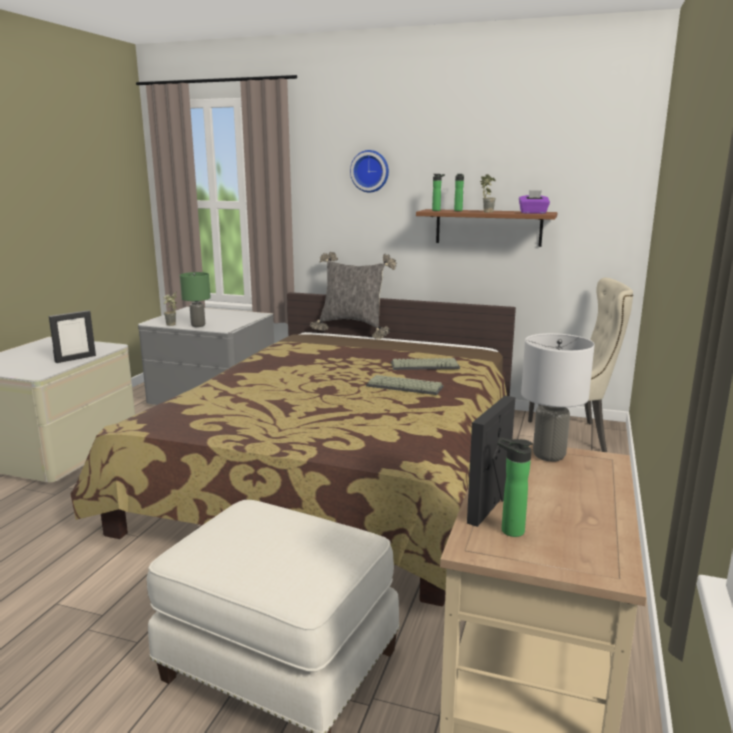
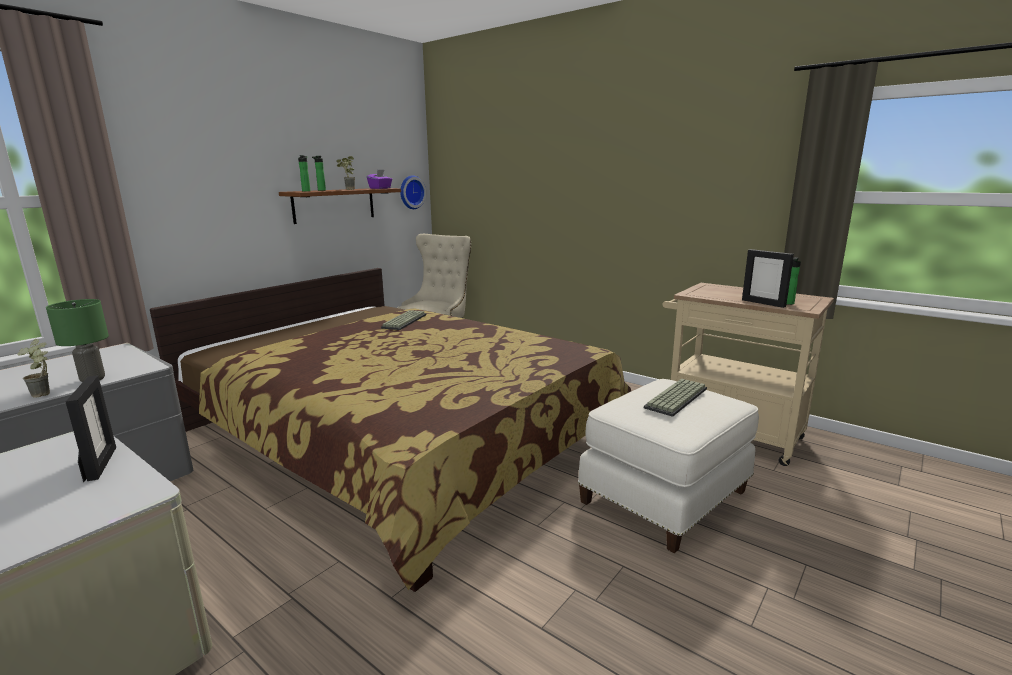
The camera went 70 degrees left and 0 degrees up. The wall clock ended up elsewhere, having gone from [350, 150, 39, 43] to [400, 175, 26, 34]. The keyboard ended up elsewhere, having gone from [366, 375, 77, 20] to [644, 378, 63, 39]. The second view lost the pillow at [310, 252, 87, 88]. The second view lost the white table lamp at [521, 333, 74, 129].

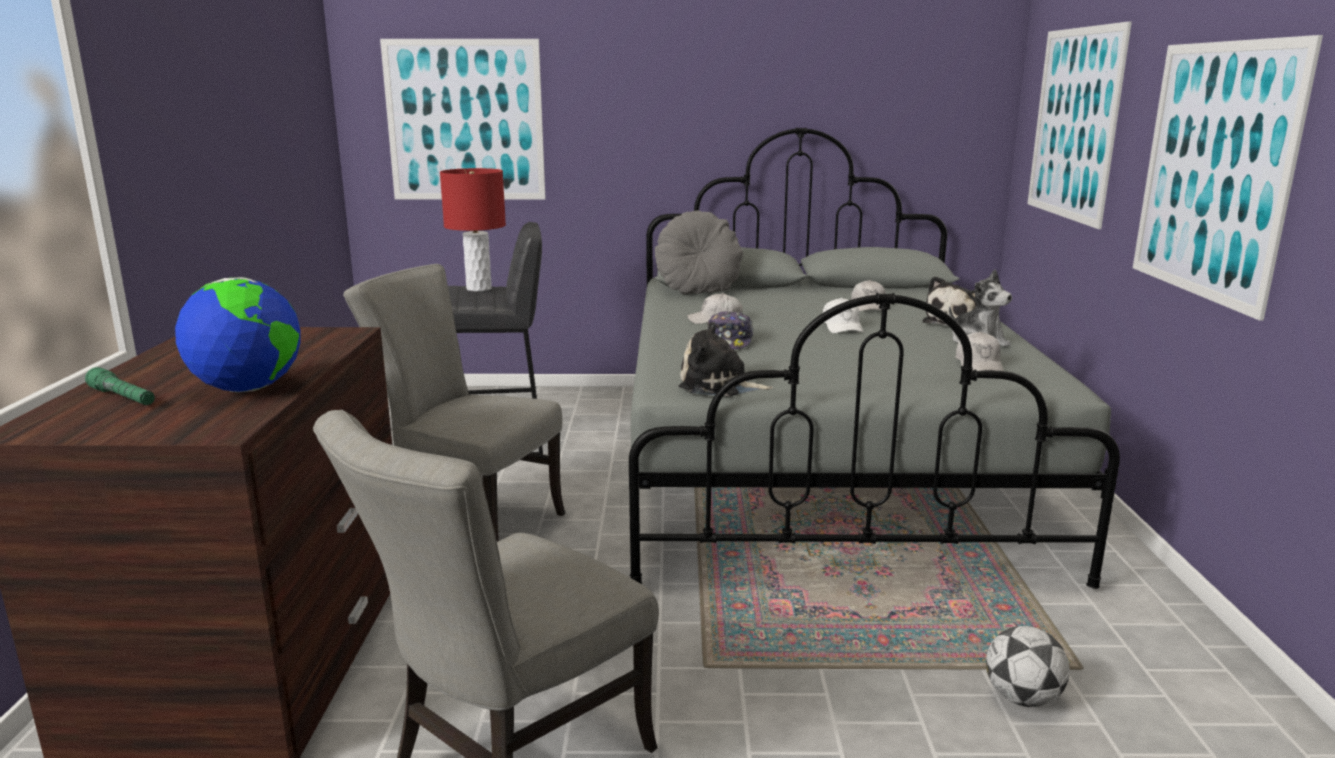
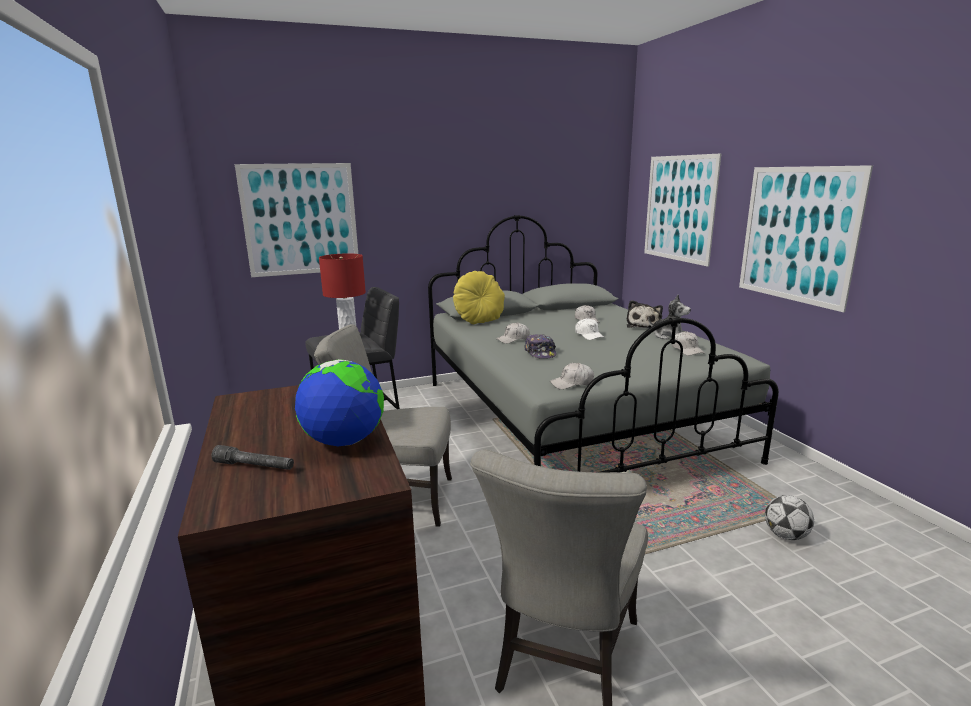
The camera went 20 degrees left and 0 degrees up. What was the green flashlight at [85, 367, 70, 38] turned into the grey flashlight at [211, 445, 83, 25]. What was the grey pillow at [655, 211, 88, 84] turned into the yellow pillow at [453, 271, 52, 53]. Where the plush toy stood at [679, 322, 94, 75], the white cap came to stand at [550, 363, 44, 26].

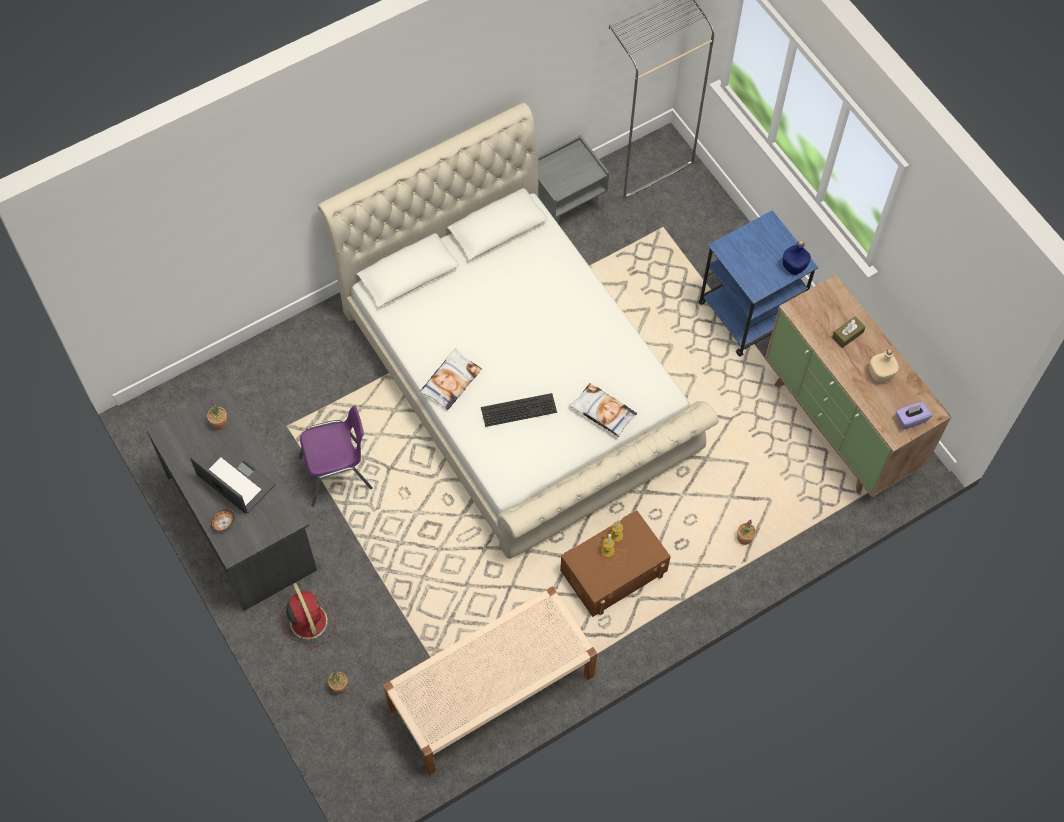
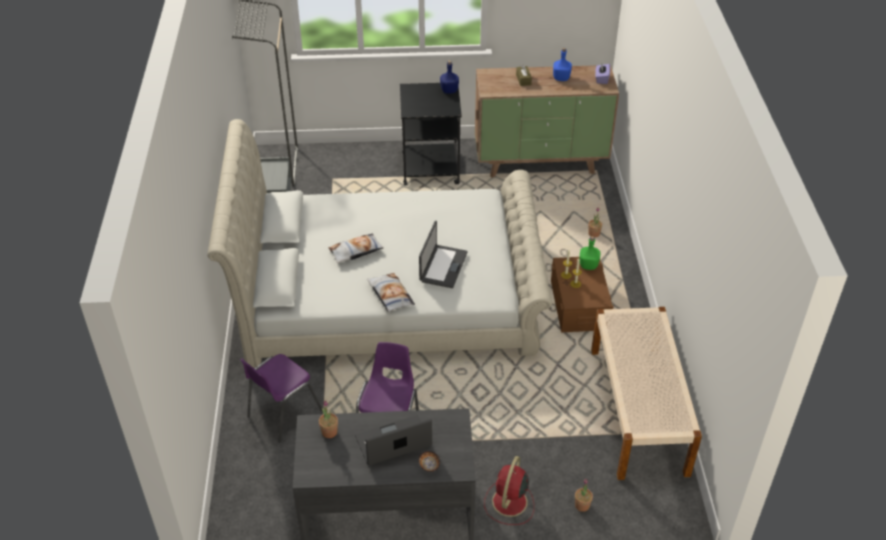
The camera went 60 degrees left and 20 degrees down. The second view gained the purple chair at [240, 354, 83, 89]. The pillow ended up elsewhere, having gone from [569, 383, 68, 54] to [328, 233, 56, 30]. What was the blue cart at [698, 210, 120, 146] turned into the black cart at [400, 83, 62, 102]. Where the keyboard stood at [481, 393, 76, 34], the laptop came to stand at [419, 221, 49, 67]. The red fan at [279, 583, 57, 67] ended up facing another way, 75 degrees counterclockwise from before. What was the beige bottle at [869, 349, 30, 34] turned into the blue bottle at [553, 48, 19, 33]. The second view gained the green bottle at [580, 236, 20, 34].

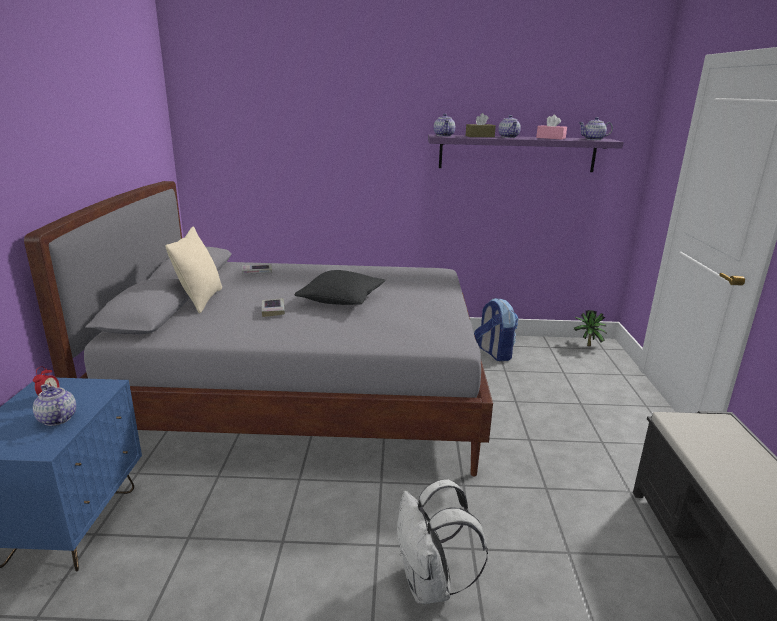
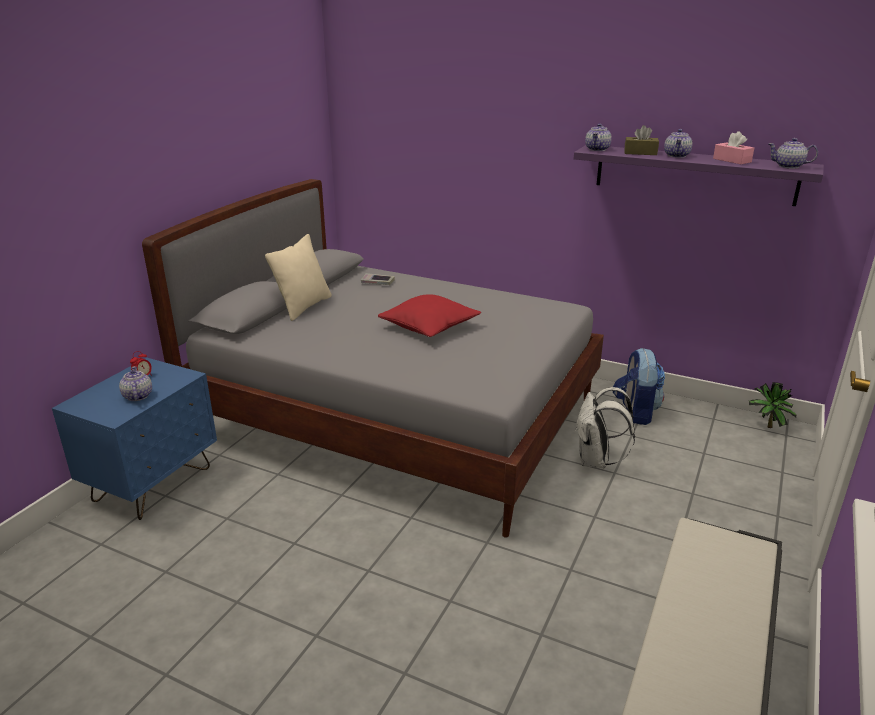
The camera went 25 degrees right and 5 degrees up. What was the black pillow at [295, 270, 90, 35] turned into the red pillow at [378, 294, 103, 43]. The white backpack ended up elsewhere, having gone from [397, 479, 91, 125] to [575, 387, 60, 81]. The second view lost the book at [261, 298, 24, 19].

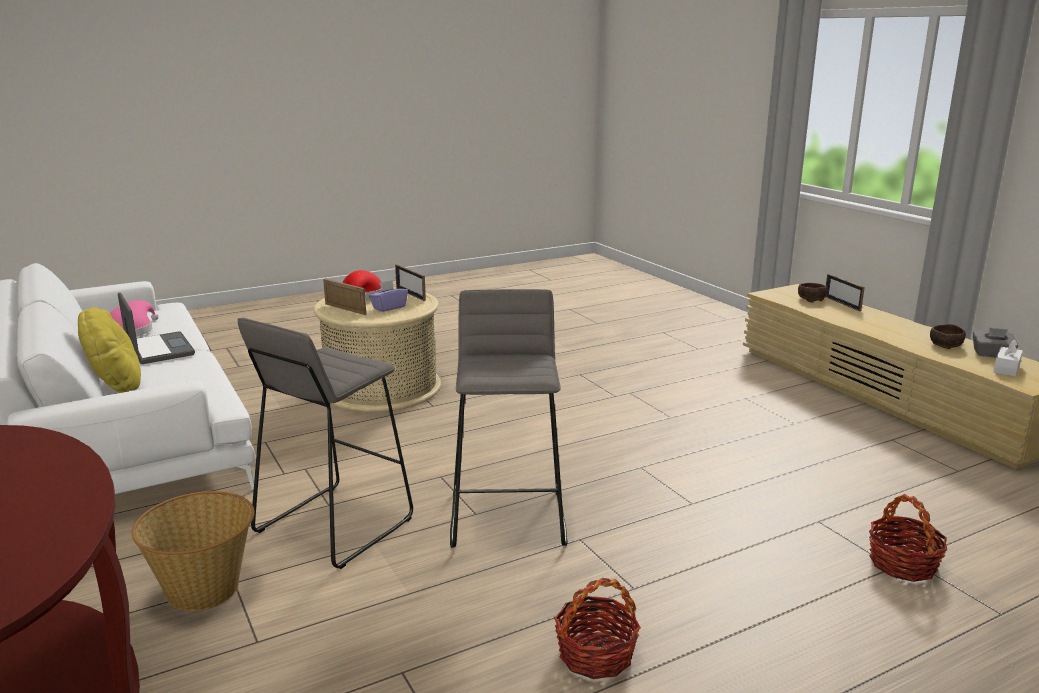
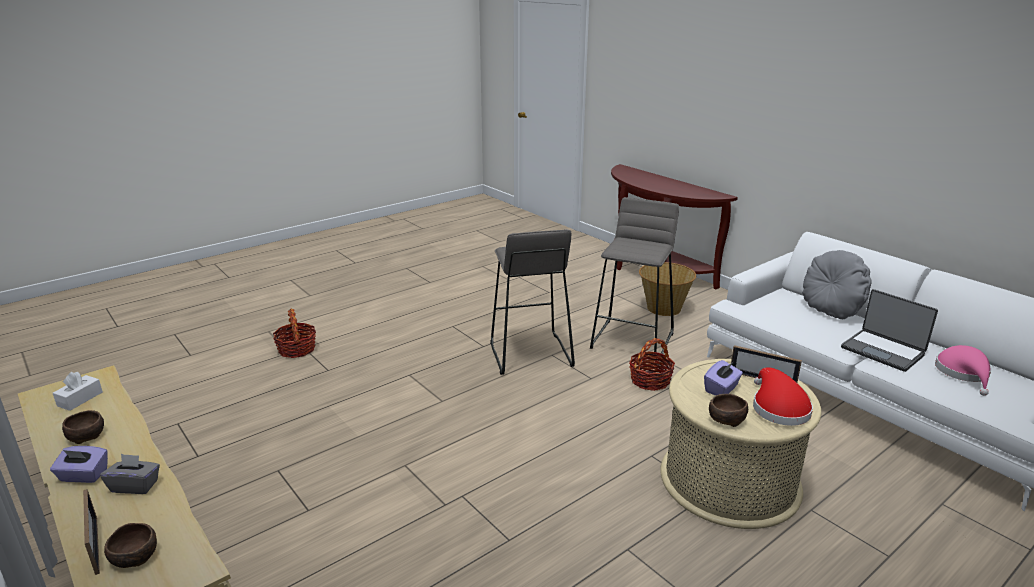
The camera went 170 degrees right and 5 degrees up. The second view gained the purple tissue box at [50, 446, 58, 37]. The grey tissue box ended up elsewhere, having gone from [973, 328, 45, 29] to [100, 454, 60, 40]. The basket ended up elsewhere, having gone from [554, 578, 87, 101] to [629, 338, 46, 53]. Where the picture frame stood at [395, 264, 31, 37], the brown bowl came to stand at [709, 394, 39, 33]. What was the yellow pillow at [78, 307, 63, 86] turned into the grey pillow at [802, 250, 70, 69].

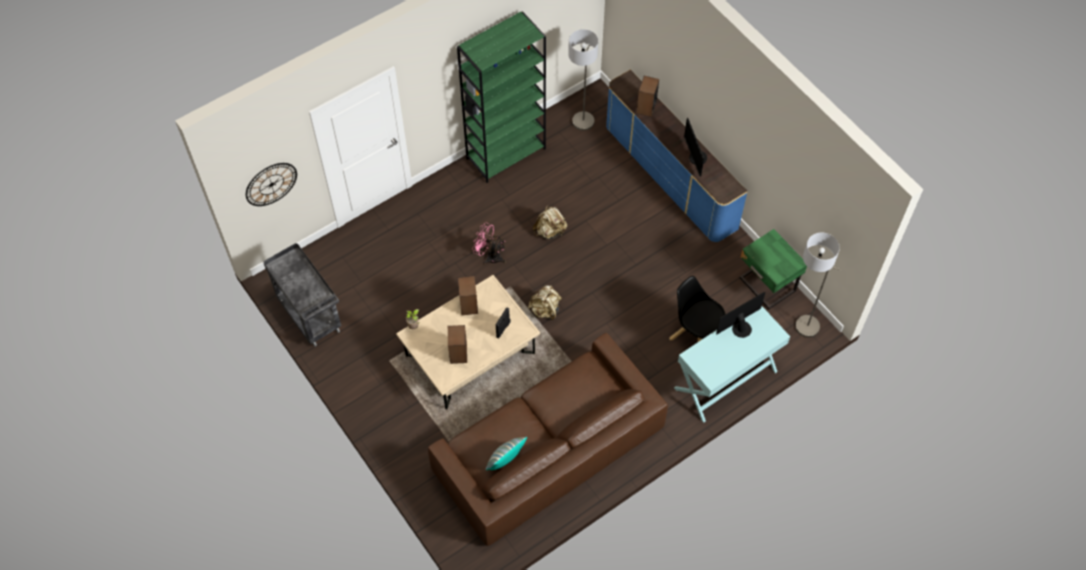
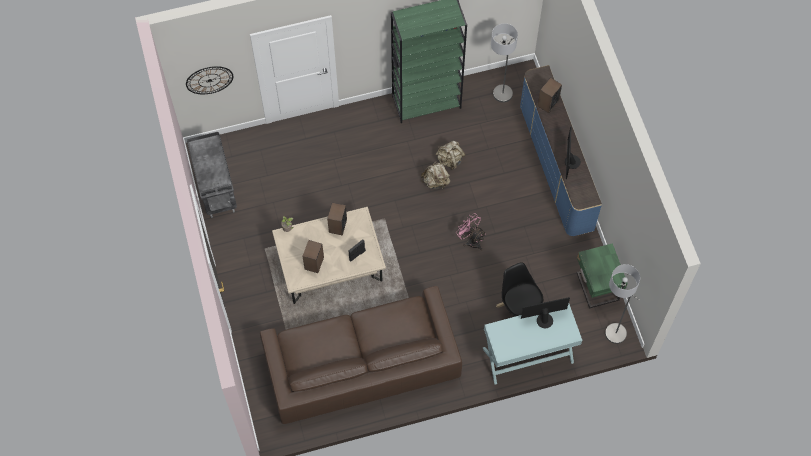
The camera went 20 degrees right and 5 degrees up. The beige backpack ended up elsewhere, having gone from [528, 285, 34, 35] to [436, 141, 30, 29]. The pink fan ended up elsewhere, having gone from [472, 223, 34, 42] to [456, 213, 30, 38]. The second view lost the pillow at [486, 437, 41, 33].

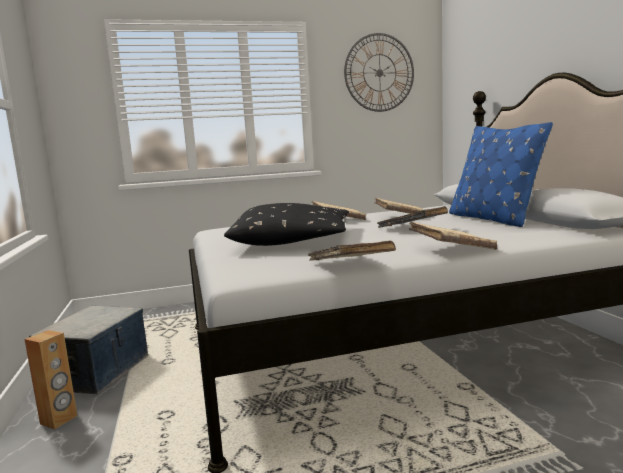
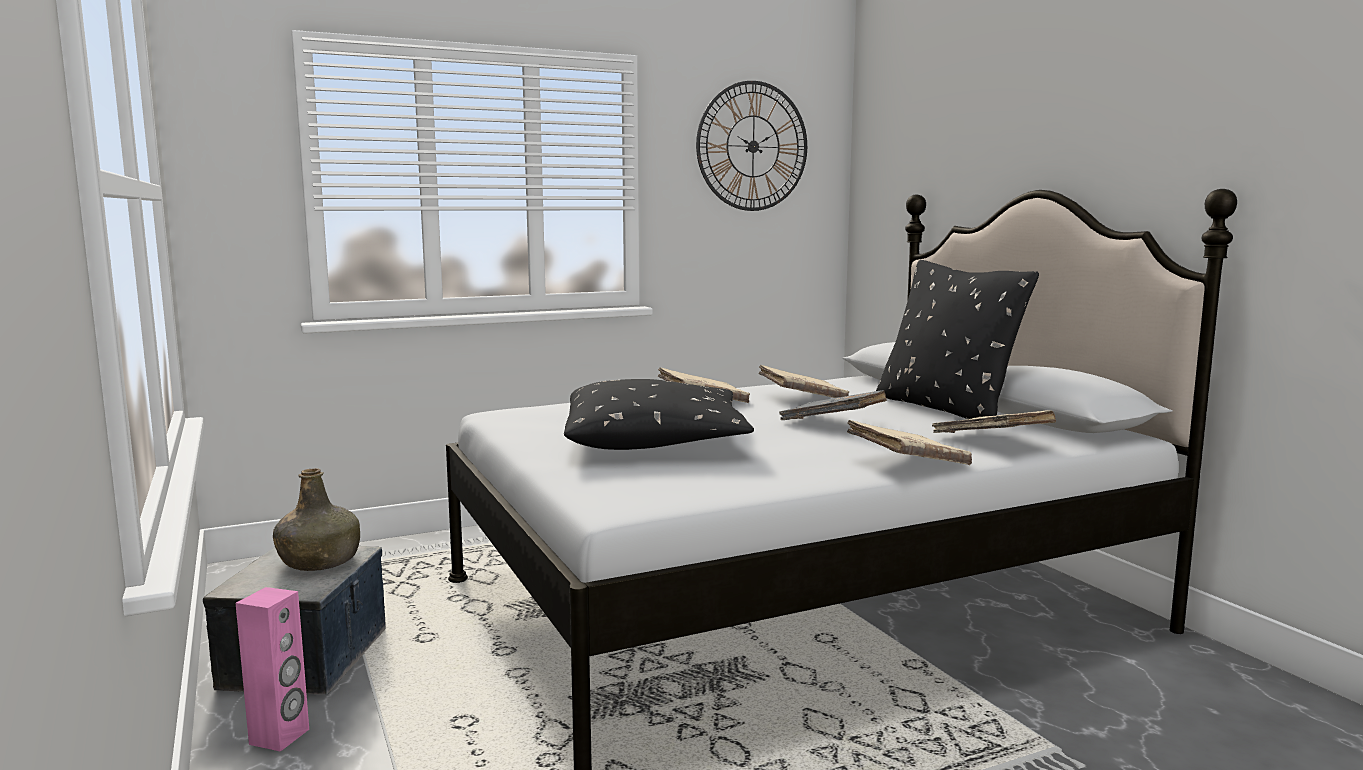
The camera went 10 degrees left and 0 degrees up. What was the brown speaker at [25, 330, 53, 99] turned into the pink speaker at [236, 587, 73, 165]. The second view gained the green bottle at [273, 468, 87, 103]. What was the blue pillow at [449, 122, 104, 105] turned into the black pillow at [876, 260, 163, 159]. The beige book ended up elsewhere, having gone from [308, 240, 88, 21] to [932, 410, 124, 23].

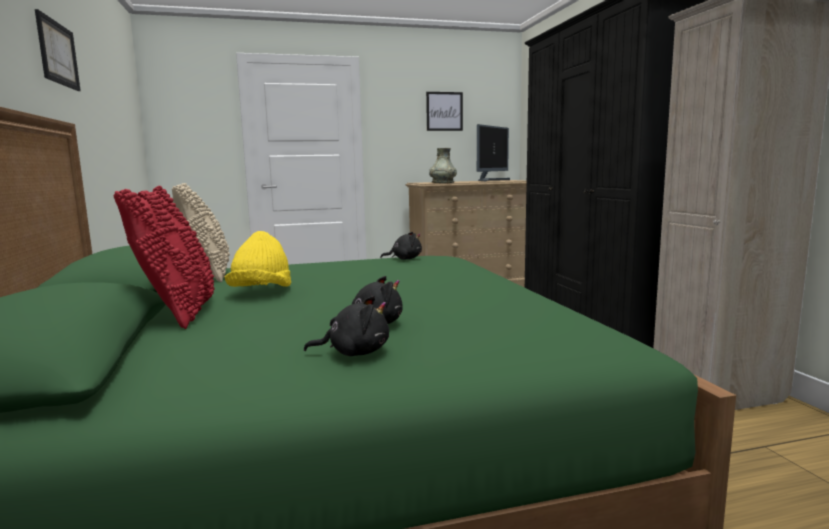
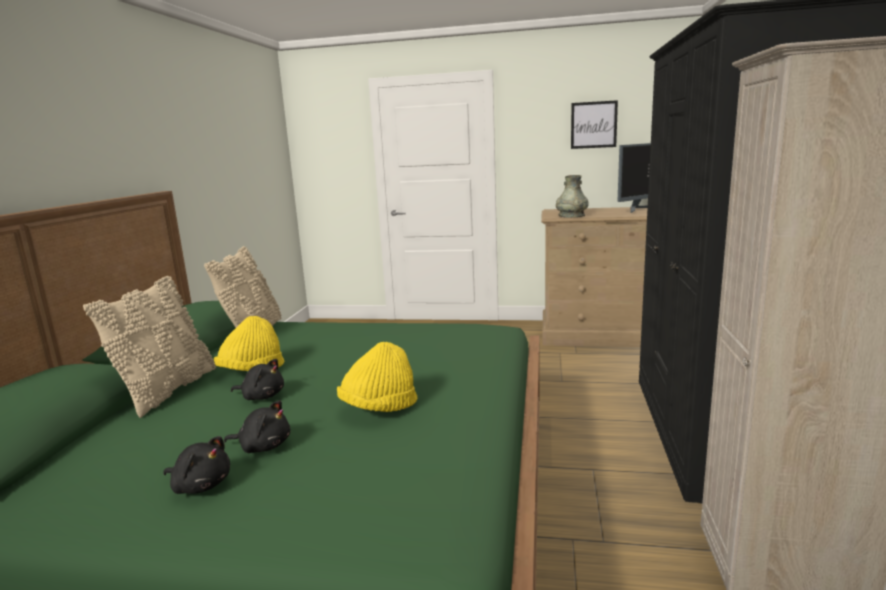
The camera went 25 degrees right and 5 degrees up. What was the red pillow at [114, 186, 101, 143] turned into the beige pillow at [83, 276, 133, 142]. The black plush toy ended up elsewhere, having gone from [380, 232, 42, 28] to [231, 359, 53, 41]. The second view gained the yellow hat at [337, 342, 81, 70]. The second view lost the picture at [35, 9, 46, 82].

